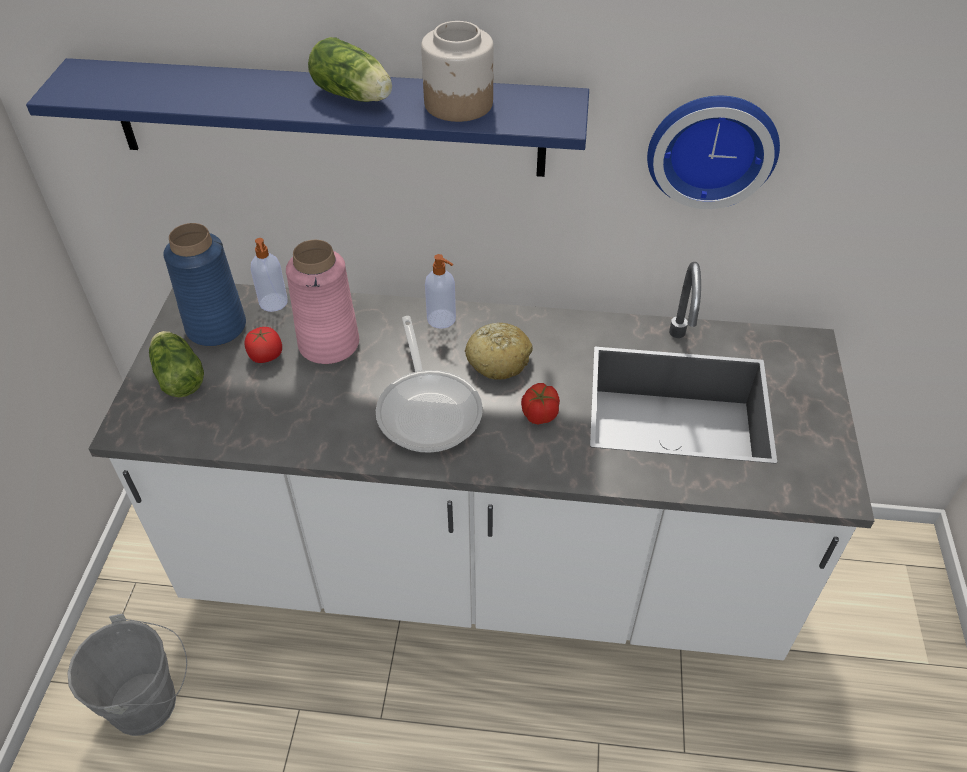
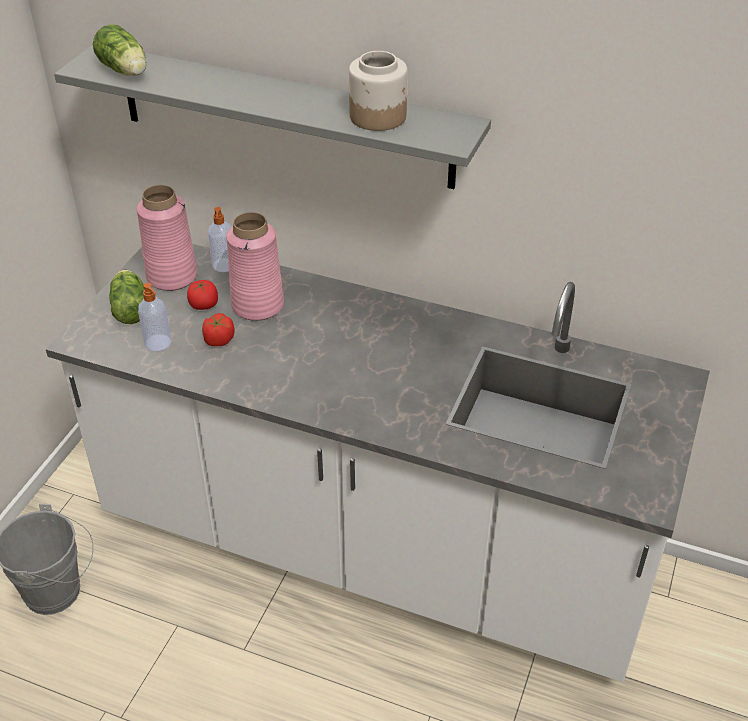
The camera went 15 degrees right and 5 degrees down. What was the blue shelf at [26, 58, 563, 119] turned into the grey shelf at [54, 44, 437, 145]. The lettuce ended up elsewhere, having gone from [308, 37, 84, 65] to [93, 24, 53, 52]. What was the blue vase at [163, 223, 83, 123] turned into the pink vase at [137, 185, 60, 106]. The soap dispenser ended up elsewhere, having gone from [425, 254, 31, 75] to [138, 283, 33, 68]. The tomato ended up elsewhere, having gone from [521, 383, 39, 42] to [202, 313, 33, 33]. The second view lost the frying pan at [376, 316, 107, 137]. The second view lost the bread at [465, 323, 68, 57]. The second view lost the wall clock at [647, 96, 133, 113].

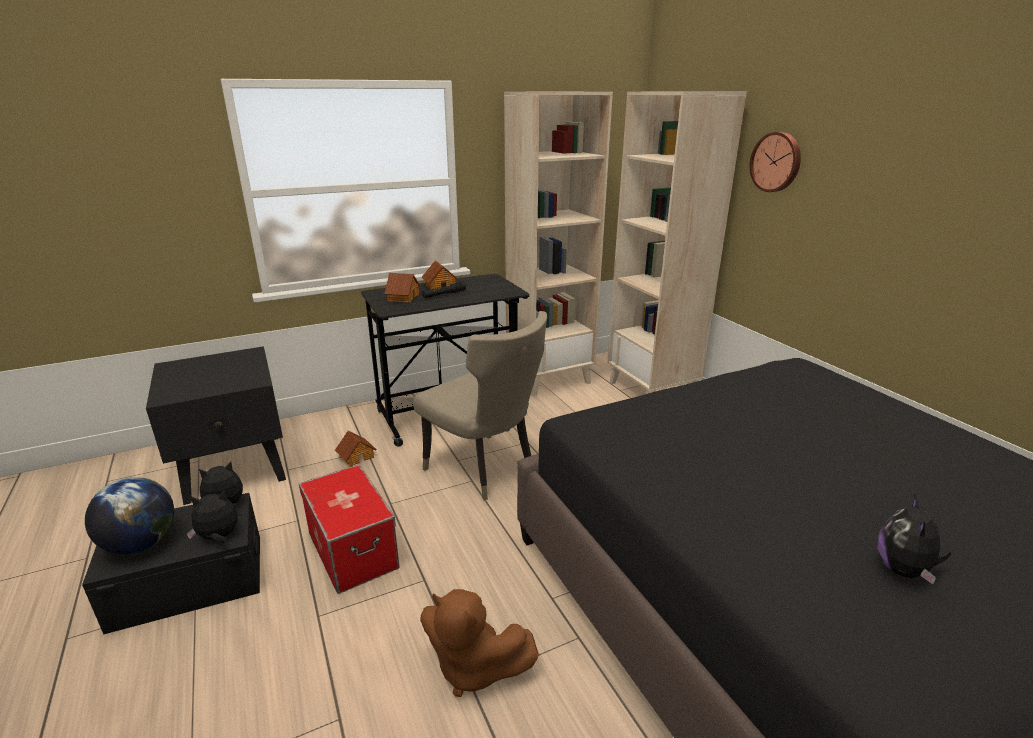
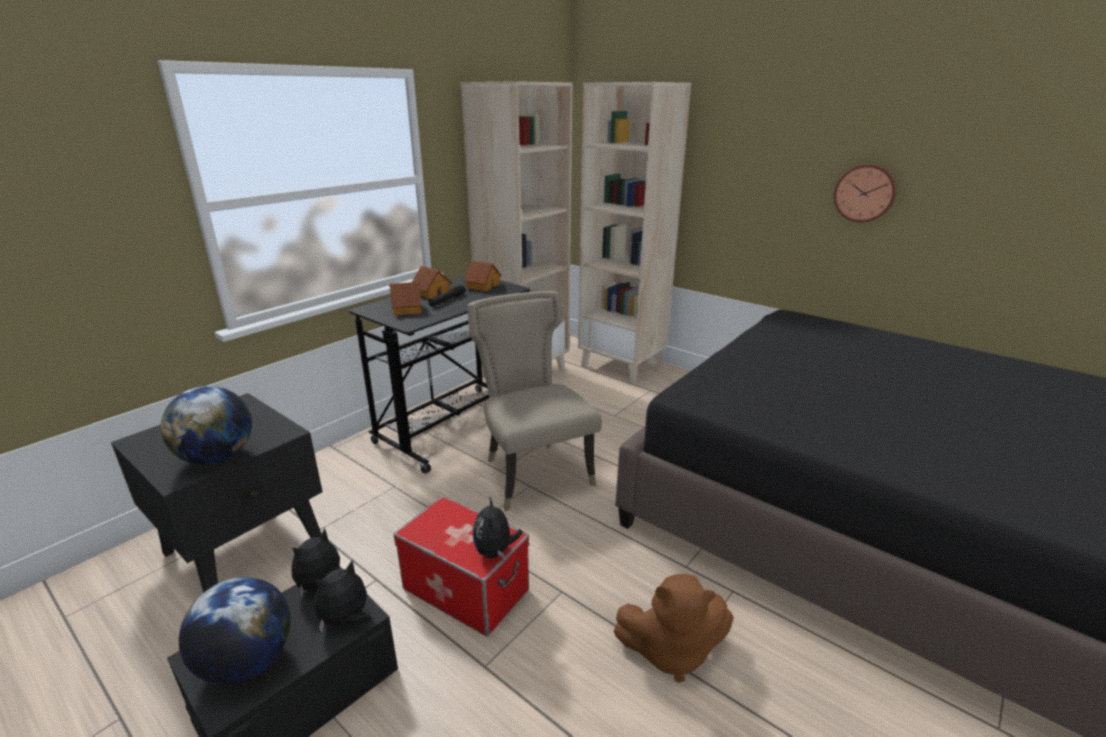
The camera went 25 degrees left and 0 degrees up. The second view gained the globe at [161, 386, 91, 79]. The toy house ended up elsewhere, having gone from [335, 430, 42, 37] to [463, 261, 39, 30]. The beige chair at [413, 311, 134, 189] ended up facing another way, 135 degrees counterclockwise from before. The plush toy ended up elsewhere, having gone from [878, 495, 73, 89] to [473, 496, 50, 63]. The wall clock ended up elsewhere, having gone from [750, 132, 51, 60] to [834, 164, 63, 59].

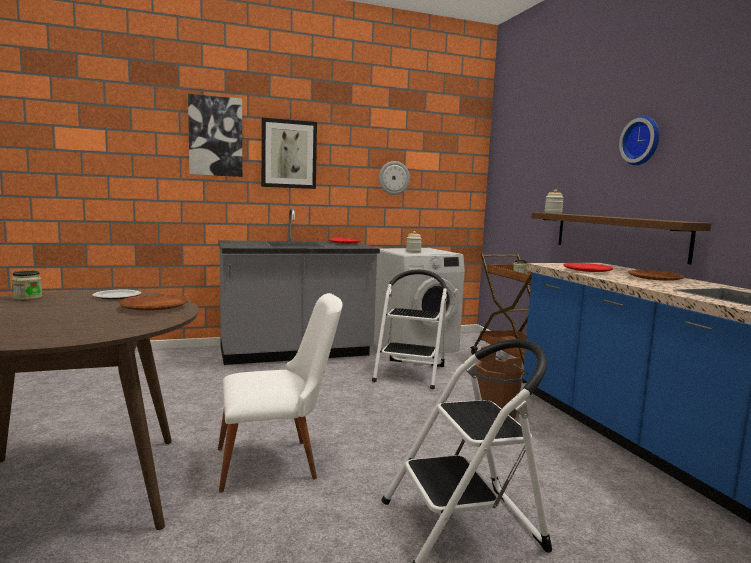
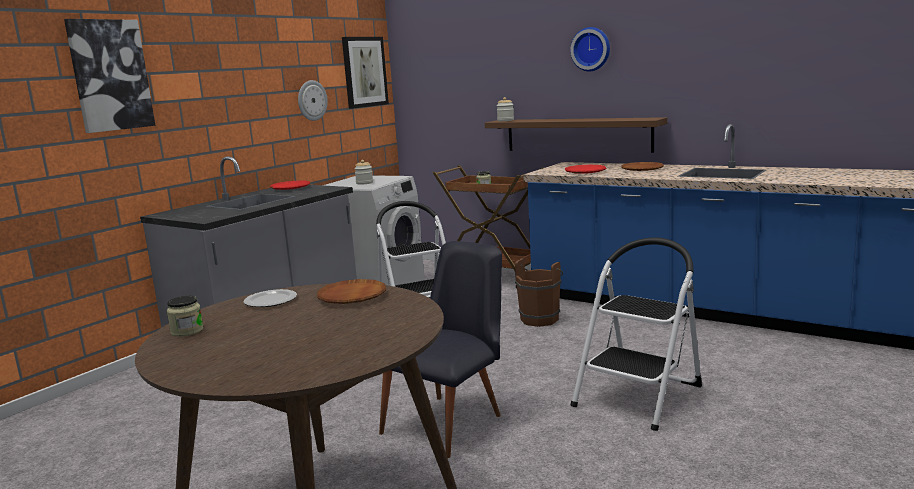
The camera went 35 degrees left and 5 degrees up. The picture ended up elsewhere, having gone from [261, 118, 56, 71] to [342, 37, 47, 72]. What was the white chair at [218, 293, 125, 200] turned into the black chair at [379, 241, 123, 217].

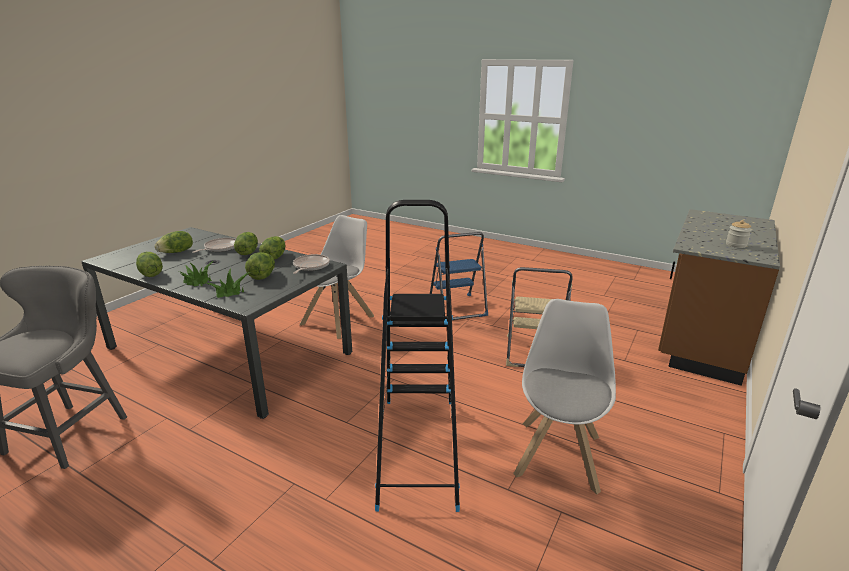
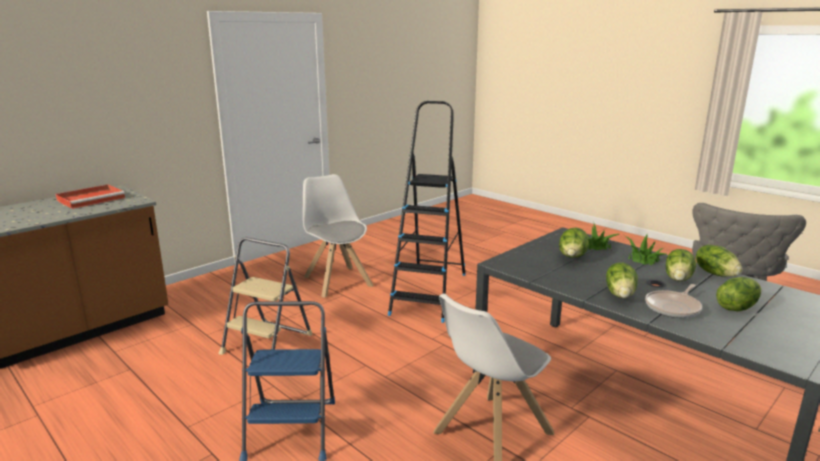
The camera went 165 degrees left and 5 degrees down. Where the jar stood at [726, 220, 26, 28], the red tray came to stand at [55, 184, 70, 25]. The chair at [513, 299, 103, 195] ended up facing another way, 120 degrees clockwise from before. The lettuce ended up elsewhere, having gone from [259, 236, 27, 23] to [666, 249, 30, 32]. The second view lost the frying pan at [293, 254, 37, 20].

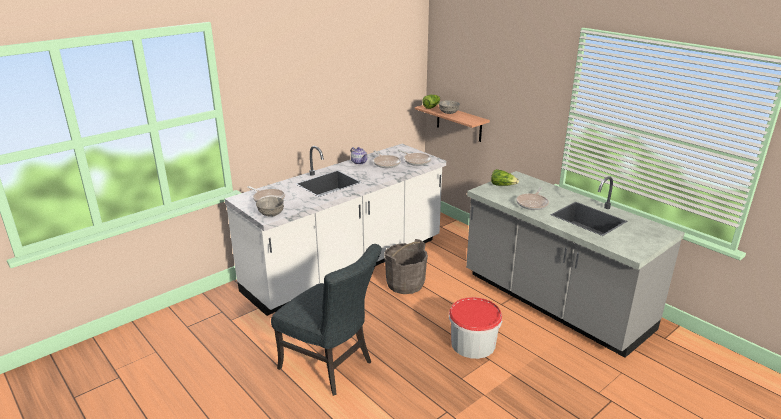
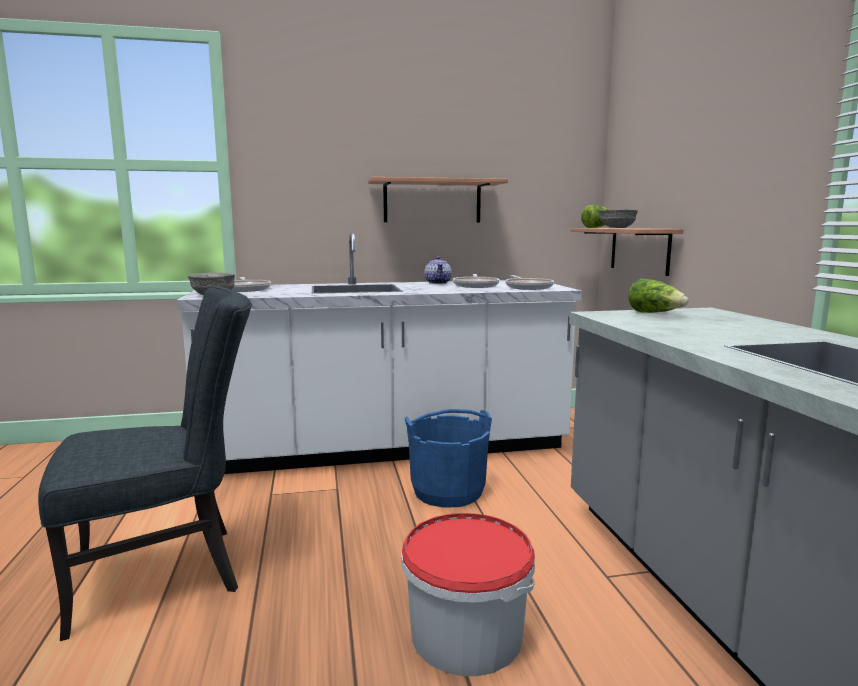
The camera went 30 degrees right and 15 degrees down. The grey chair at [271, 244, 111, 152] ended up facing another way, 90 degrees counterclockwise from before. The second view gained the shelf at [368, 177, 140, 45]. What was the grey bucket at [384, 239, 44, 55] turned into the blue bucket at [404, 409, 88, 99]. The second view lost the frying pan at [516, 187, 33, 23].

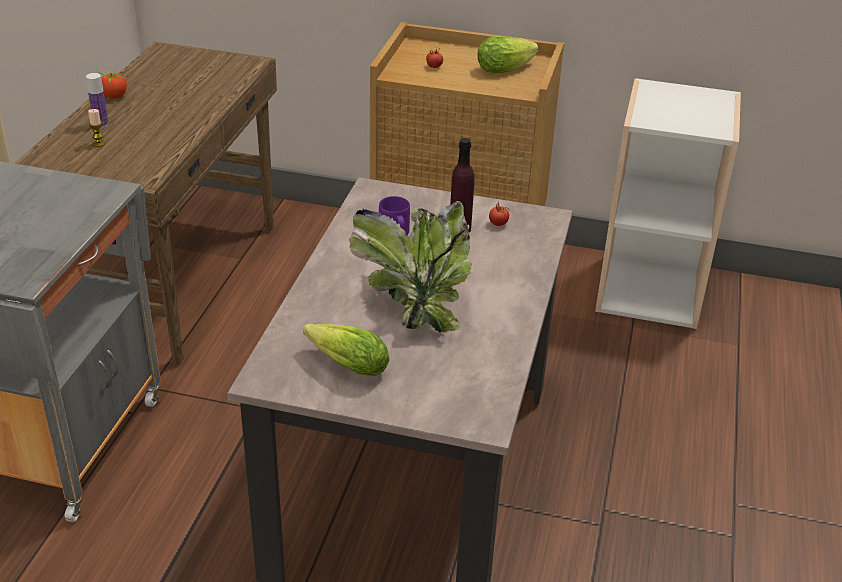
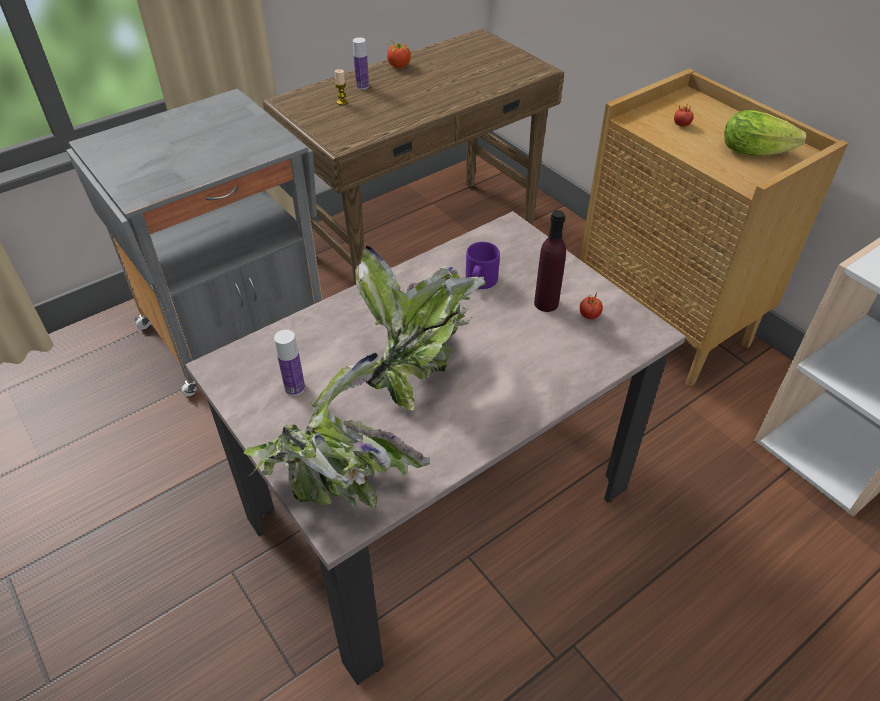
The camera went 40 degrees right and 10 degrees up. The second view gained the potted plant at [243, 353, 187, 157]. Where the lettuce stood at [303, 324, 87, 52], the bottle came to stand at [274, 330, 31, 66].

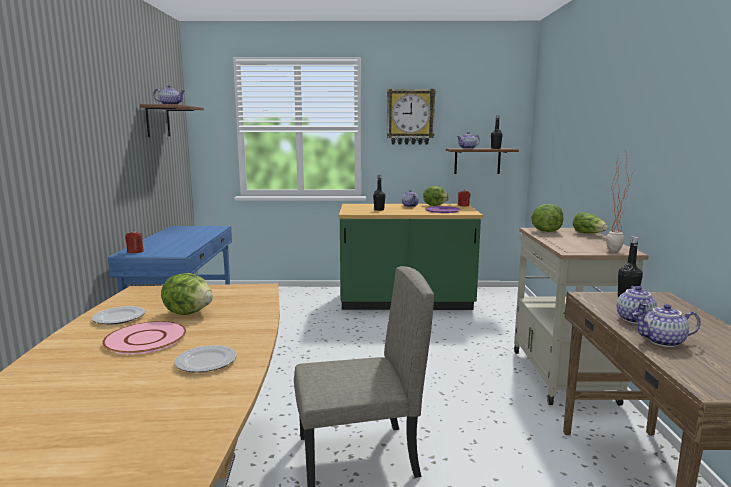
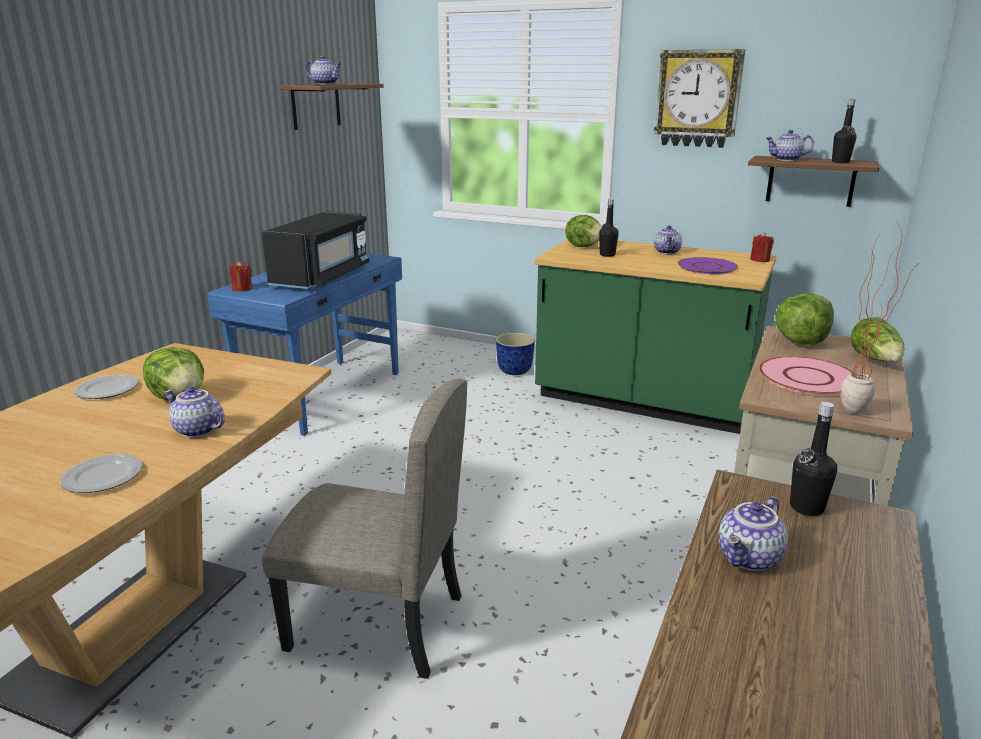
The camera went 25 degrees right and 10 degrees up. The teapot ended up elsewhere, having gone from [632, 304, 69, 43] to [164, 387, 61, 50]. The second view gained the black microwave at [262, 211, 107, 78]. The second view gained the planter at [496, 333, 39, 42]. The lettuce ended up elsewhere, having gone from [423, 186, 26, 20] to [565, 215, 37, 32]. The pink plate ended up elsewhere, having gone from [102, 321, 84, 33] to [759, 356, 94, 40].

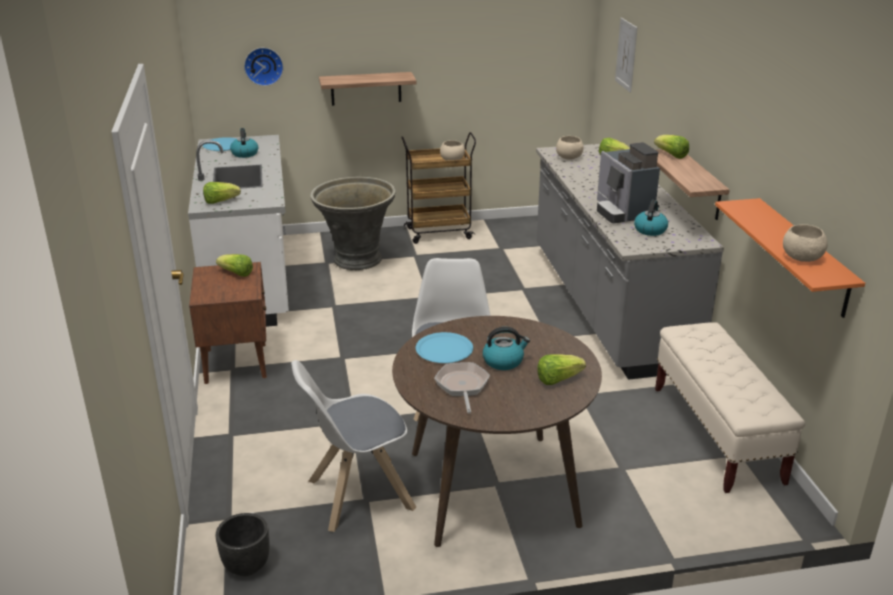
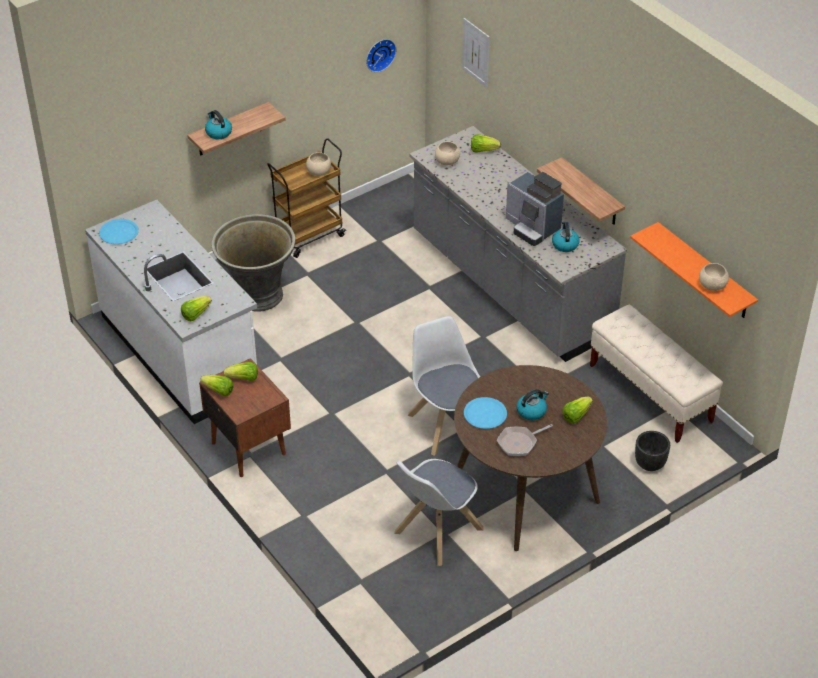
The camera went 25 degrees left and 15 degrees up. The lettuce ended up elsewhere, having gone from [654, 135, 35, 24] to [200, 375, 34, 21]. The kettle ended up elsewhere, having gone from [230, 128, 28, 30] to [205, 110, 27, 29]. The wall clock ended up elsewhere, having gone from [244, 48, 39, 38] to [366, 39, 30, 33]. The frying pan at [434, 362, 56, 51] ended up facing another way, 90 degrees counterclockwise from before. The black planter ended up elsewhere, having gone from [216, 513, 53, 63] to [635, 431, 35, 40].

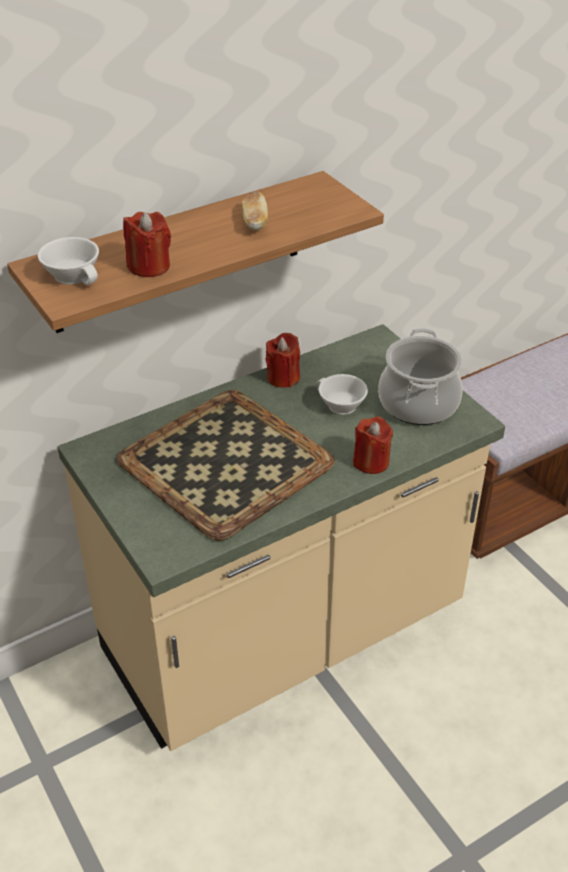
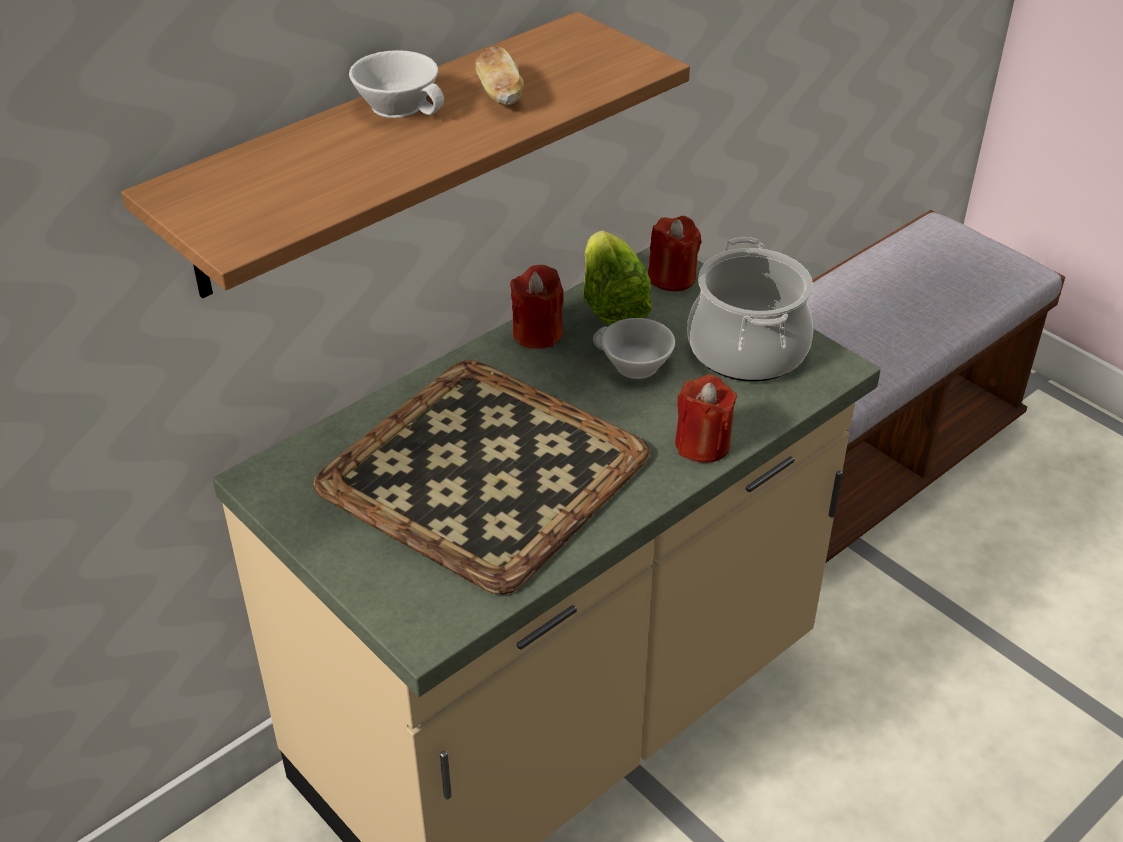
The camera went 10 degrees left and 0 degrees up. The white cup ended up elsewhere, having gone from [38, 237, 61, 48] to [349, 50, 95, 68]. The second view gained the lettuce at [583, 231, 69, 95]. The red candle ended up elsewhere, having gone from [123, 212, 48, 65] to [648, 216, 54, 75].

